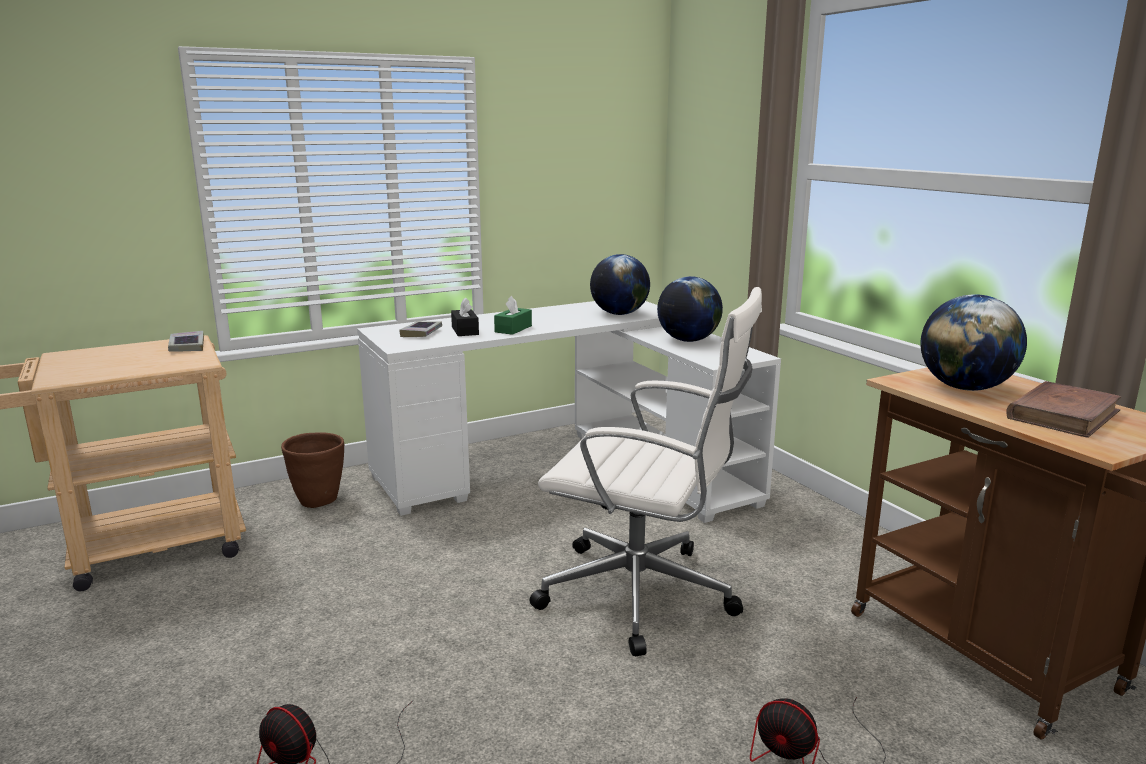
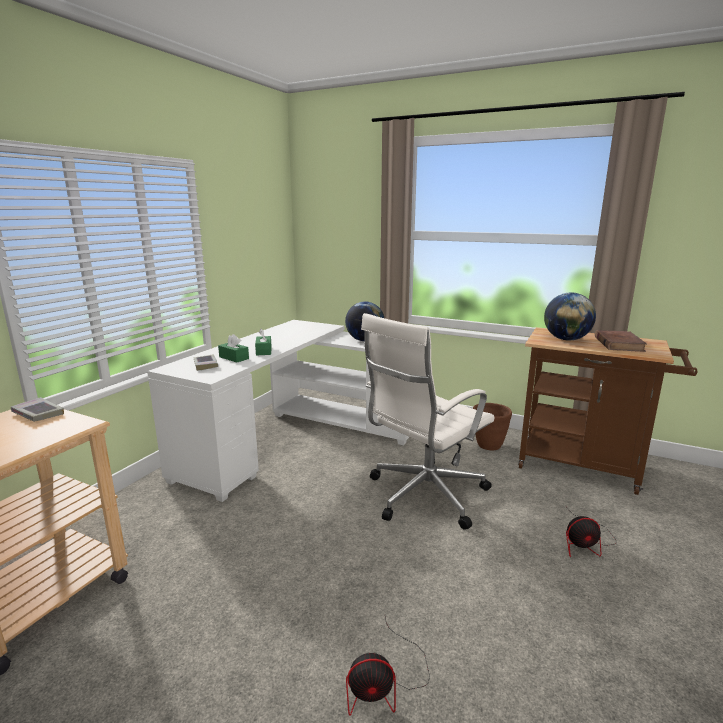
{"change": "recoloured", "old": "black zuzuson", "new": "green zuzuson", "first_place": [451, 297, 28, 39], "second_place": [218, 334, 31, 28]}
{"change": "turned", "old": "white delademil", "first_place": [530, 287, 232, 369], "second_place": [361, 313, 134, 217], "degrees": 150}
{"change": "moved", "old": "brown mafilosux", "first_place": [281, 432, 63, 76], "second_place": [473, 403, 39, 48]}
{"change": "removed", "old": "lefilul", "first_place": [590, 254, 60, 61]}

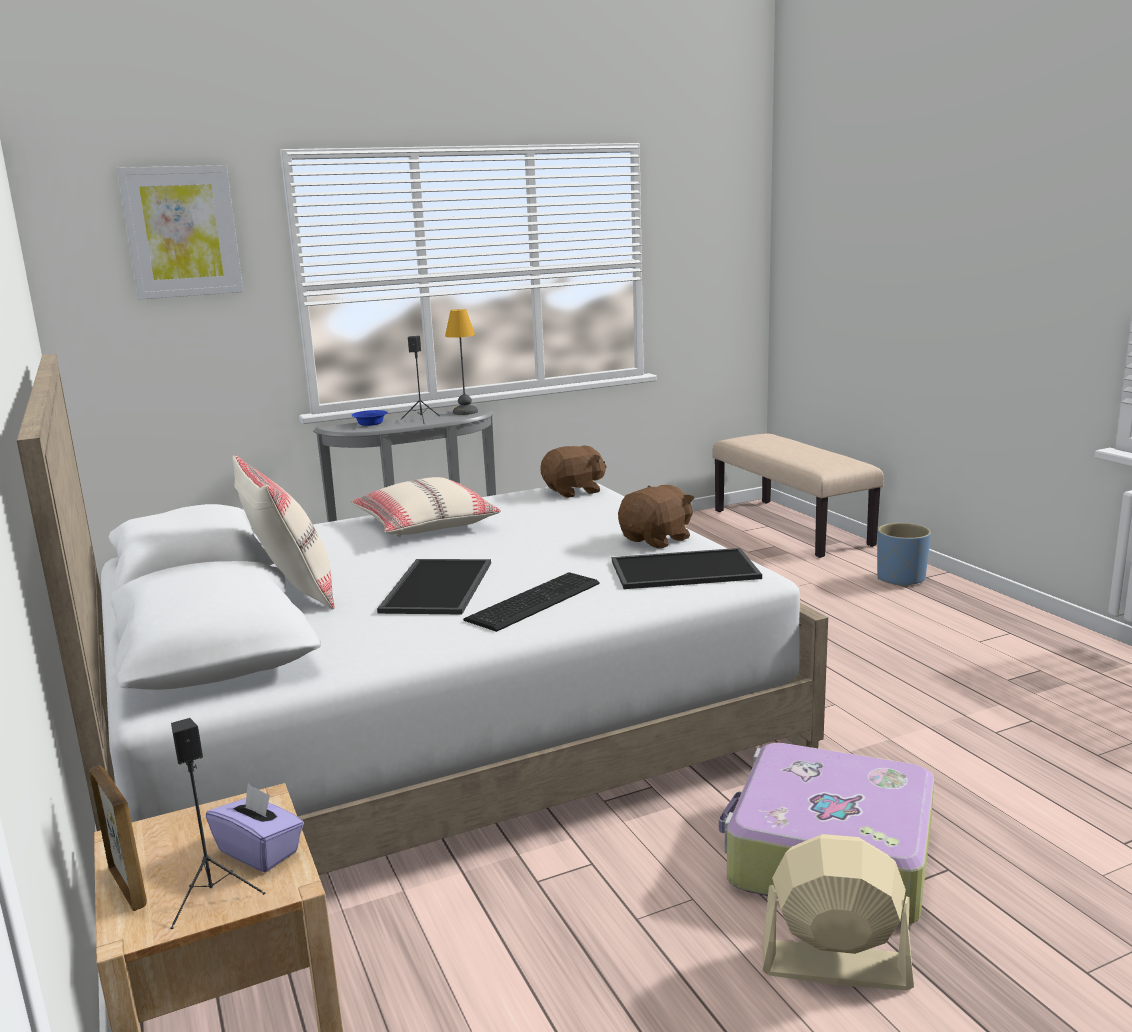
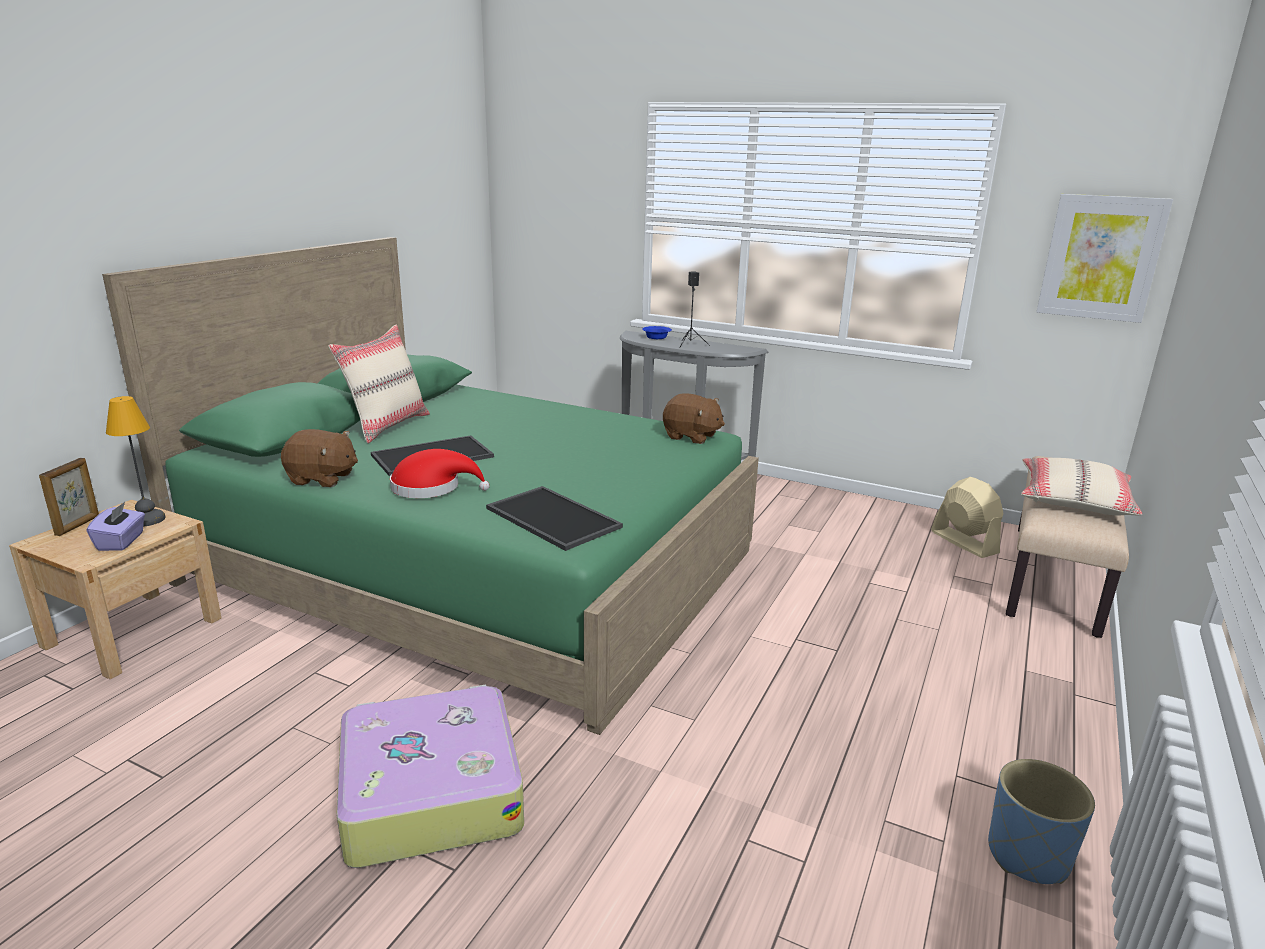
{"change": "recoloured", "old": "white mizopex", "new": "green mizopex", "first_place": [17, 354, 811, 521], "second_place": [102, 237, 657, 498]}
{"change": "moved", "old": "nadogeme", "first_place": [445, 309, 33, 106], "second_place": [106, 396, 60, 131]}
{"change": "moved", "old": "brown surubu", "first_place": [618, 485, 77, 63], "second_place": [281, 429, 77, 58]}
{"change": "replaced", "old": "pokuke", "new": "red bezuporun", "first_place": [463, 572, 137, 60], "second_place": [390, 449, 100, 49]}
{"change": "moved", "old": "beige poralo", "first_place": [763, 834, 151, 156], "second_place": [931, 477, 73, 81]}
{"change": "moved", "old": "blue mafilosux", "first_place": [877, 523, 54, 64], "second_place": [988, 759, 107, 125]}
{"change": "moved", "old": "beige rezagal", "first_place": [351, 477, 150, 61], "second_place": [1021, 458, 121, 58]}
{"change": "moved", "old": "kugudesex", "first_place": [117, 165, 126, 135], "second_place": [1037, 194, 136, 129]}
{"change": "removed", "old": "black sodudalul", "first_place": [170, 718, 96, 211]}

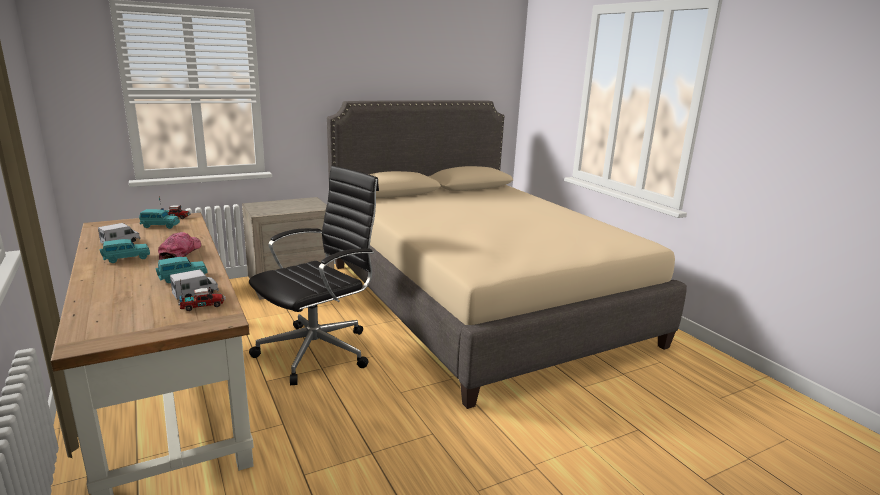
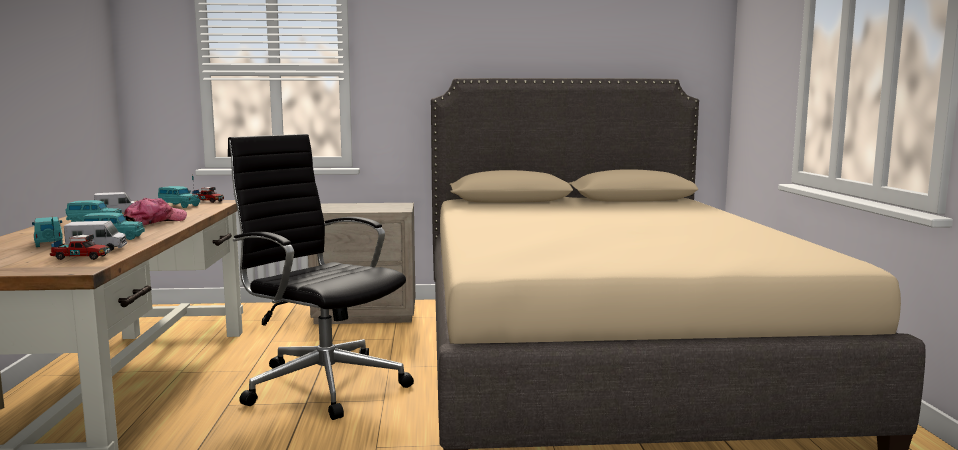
{"change": "added", "new": "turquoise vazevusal", "second_place": [32, 217, 31, 30]}
{"change": "turned", "old": "black delademil", "first_place": [249, 165, 130, 220], "second_place": [228, 134, 186, 286], "degrees": -120}

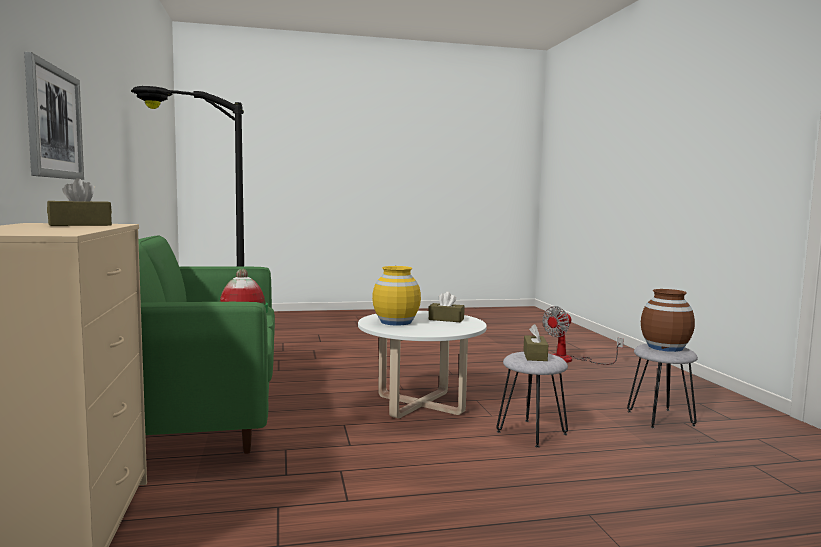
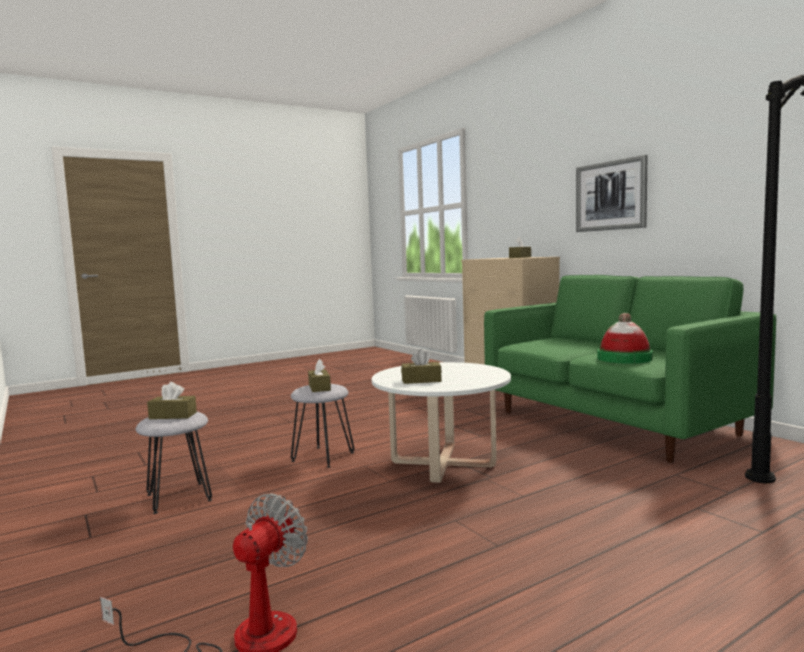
{"change": "replaced", "old": "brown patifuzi", "new": "brown zuzuson", "first_place": [641, 289, 54, 63], "second_place": [147, 382, 50, 37]}
{"change": "removed", "old": "yellow patifuzi", "first_place": [372, 266, 49, 60]}

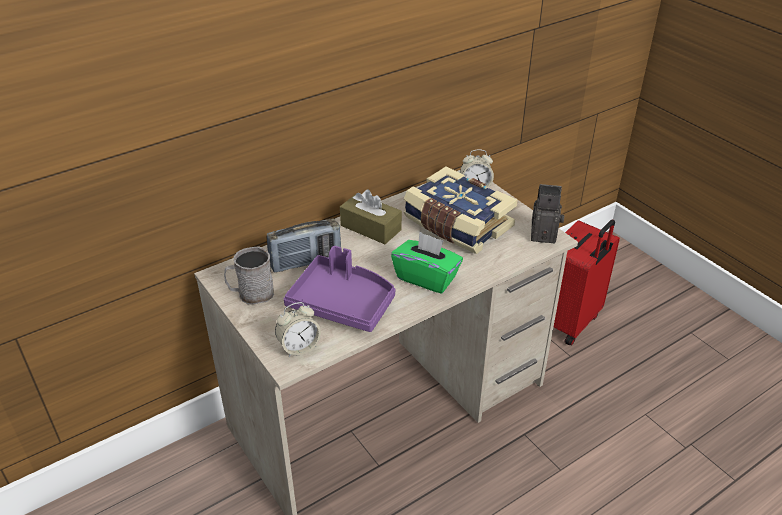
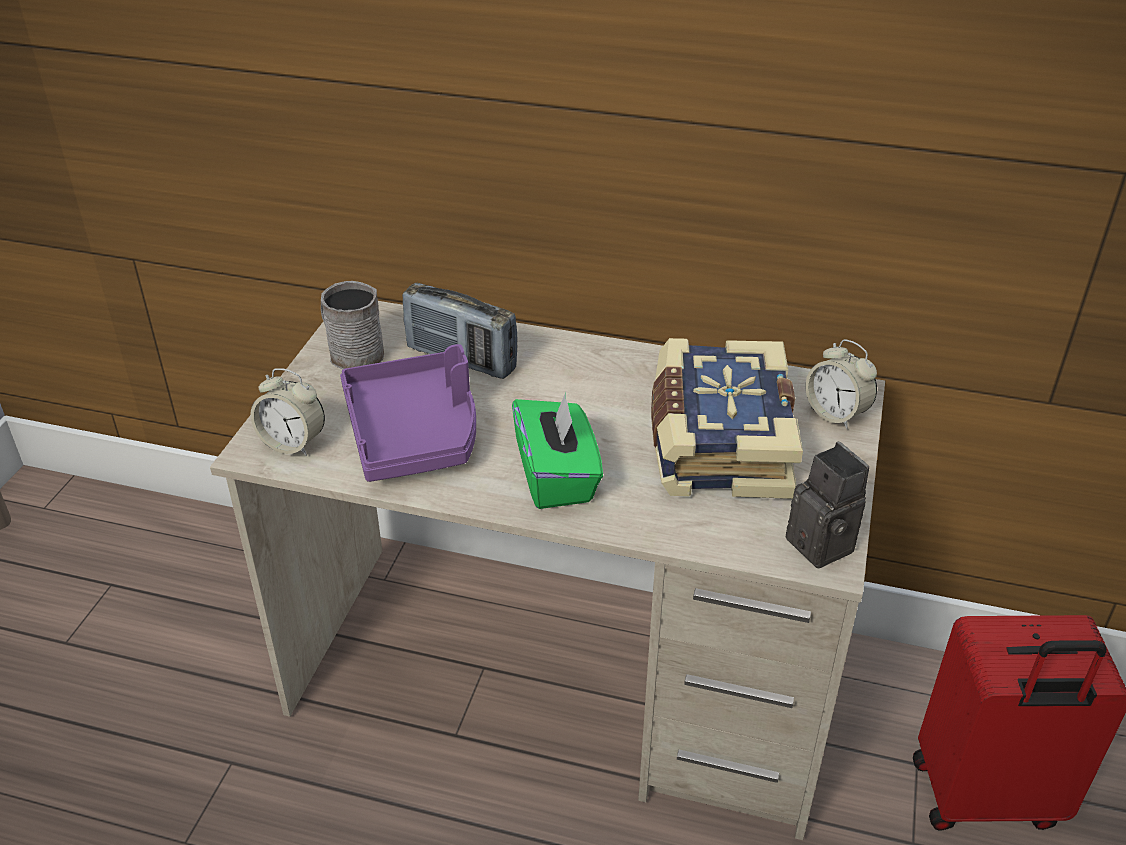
{"change": "removed", "old": "brown zuzuson", "first_place": [340, 190, 62, 54]}

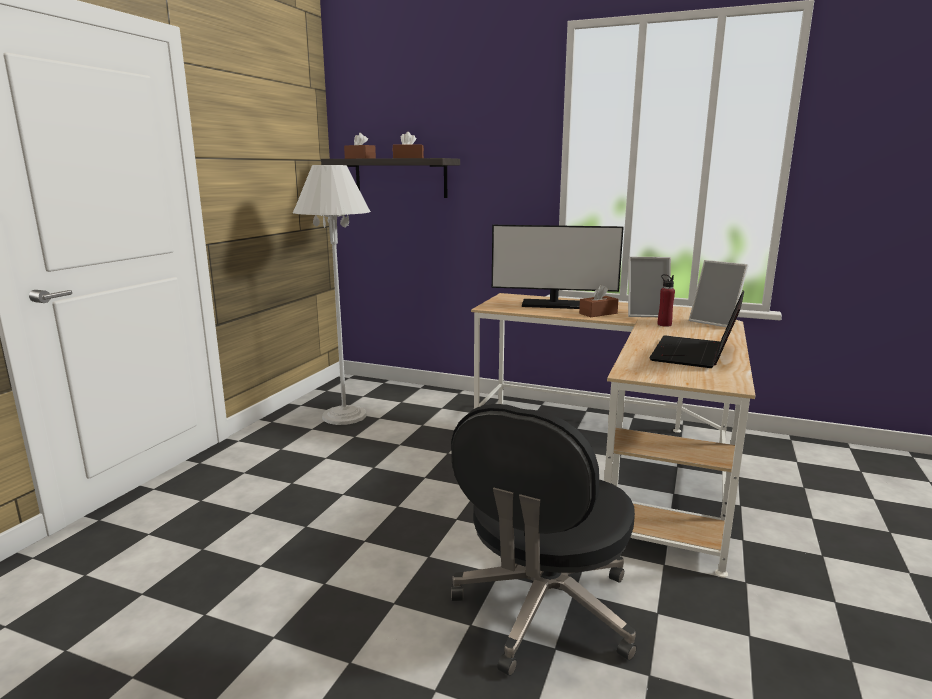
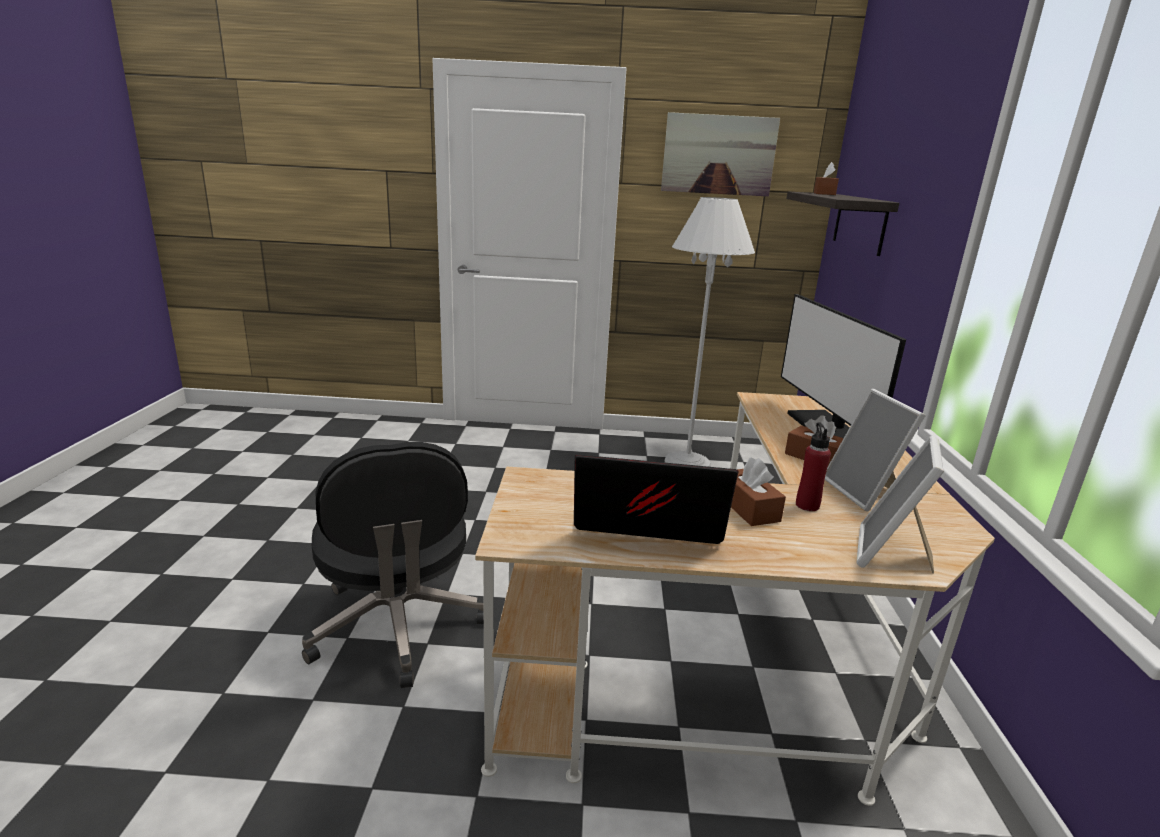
{"change": "turned", "old": "black delademil", "first_place": [451, 404, 186, 272], "second_place": [302, 442, 182, 246], "degrees": -120}
{"change": "added", "new": "kugudesex", "second_place": [661, 112, 119, 85]}
{"change": "moved", "old": "brown zuzuson", "first_place": [393, 132, 31, 26], "second_place": [731, 457, 55, 69]}

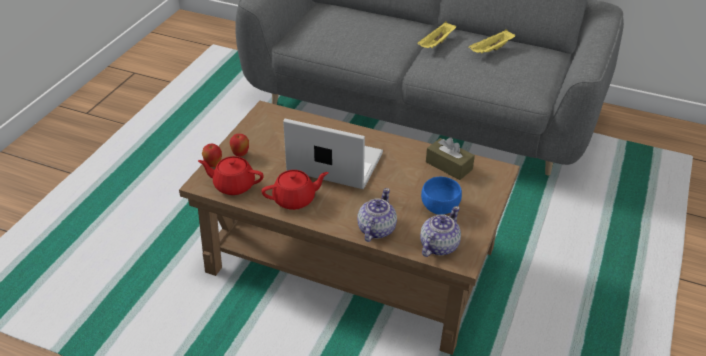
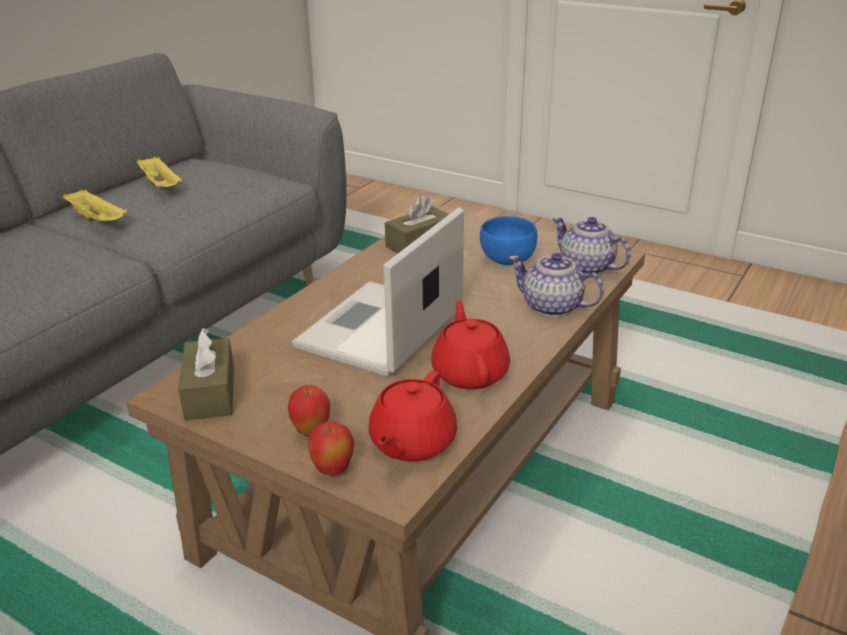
{"change": "added", "new": "brown zuzuson", "second_place": [178, 328, 56, 92]}

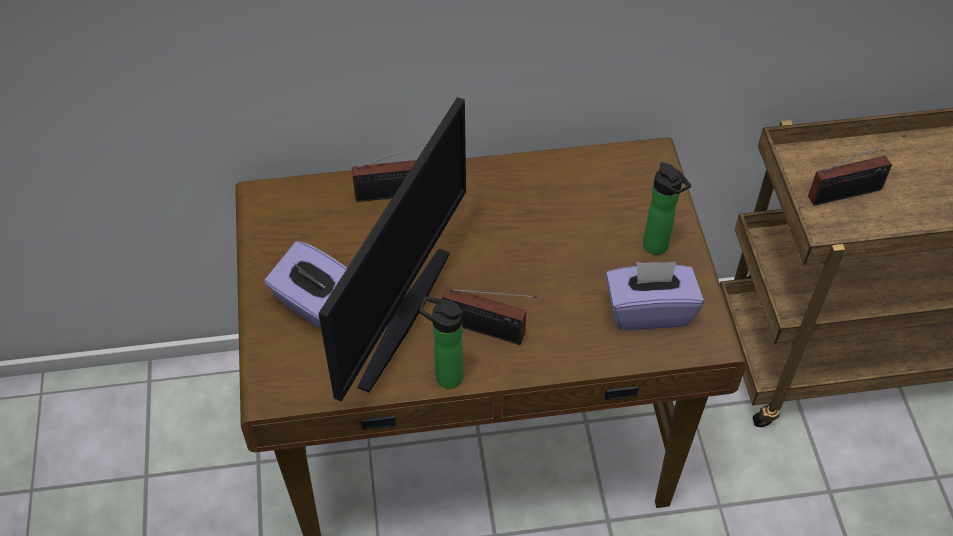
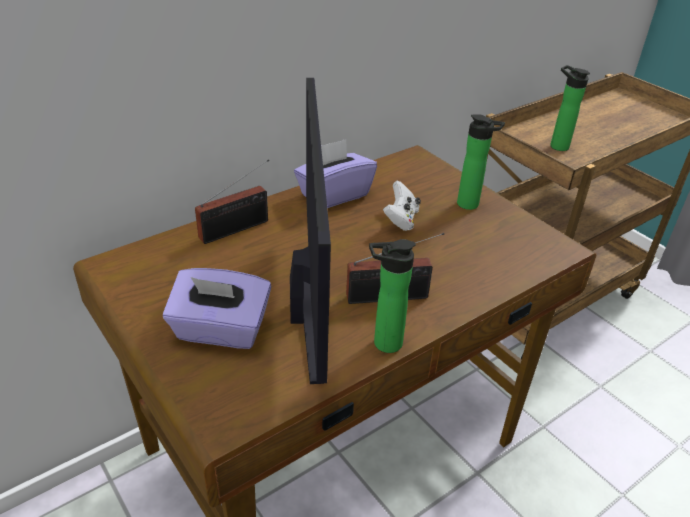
{"change": "moved", "old": "purple zuzuson", "first_place": [606, 262, 98, 68], "second_place": [294, 139, 83, 69]}
{"change": "added", "new": "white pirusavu", "second_place": [383, 181, 38, 50]}
{"change": "replaced", "old": "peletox", "new": "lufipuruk", "first_place": [808, 135, 97, 71], "second_place": [550, 65, 40, 86]}

